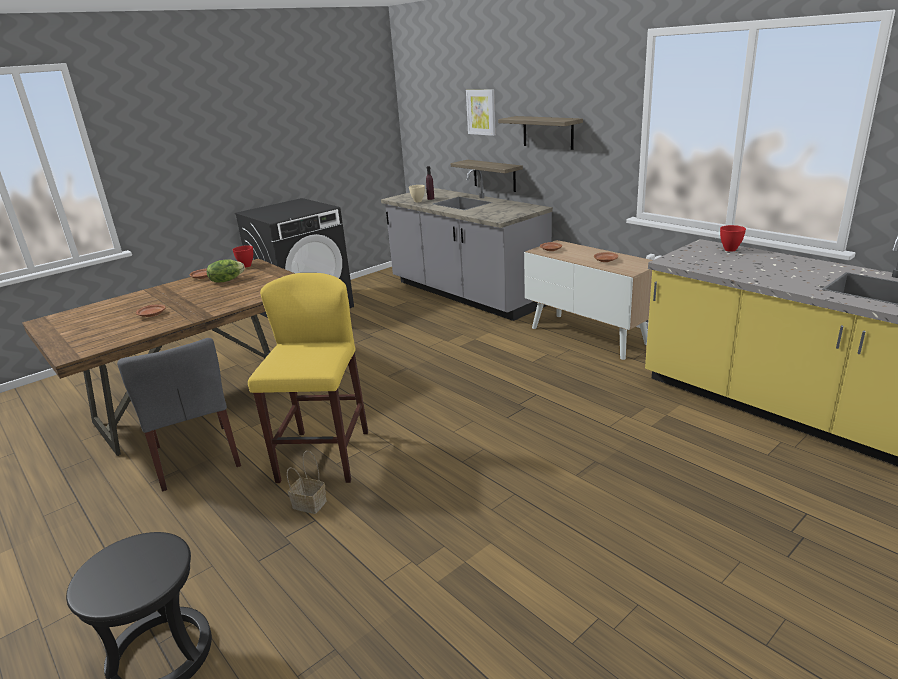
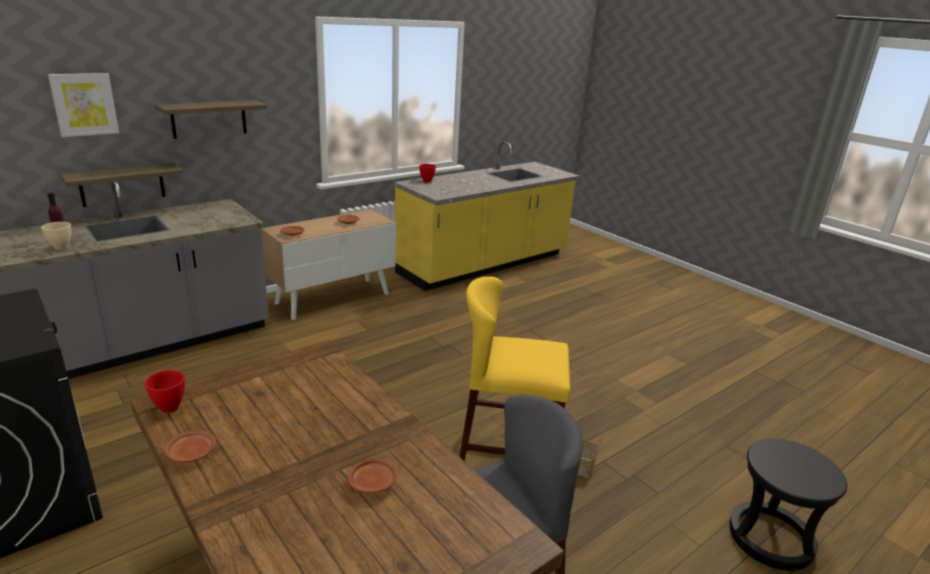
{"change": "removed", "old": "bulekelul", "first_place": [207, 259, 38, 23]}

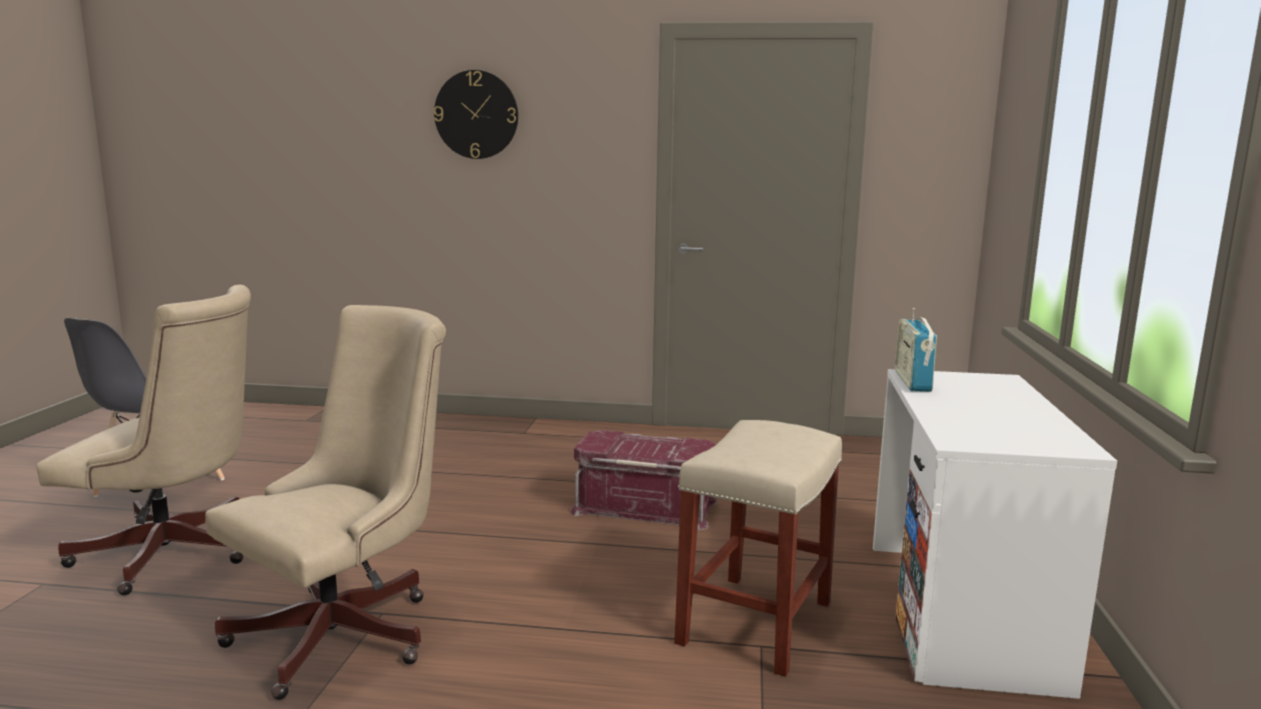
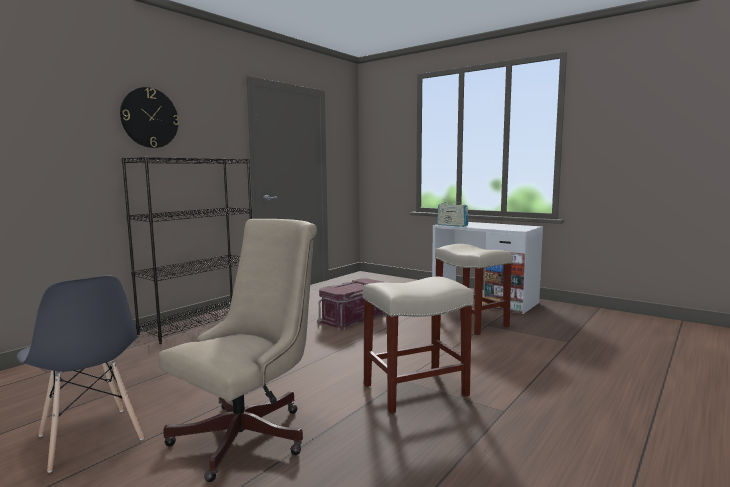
{"change": "added", "new": "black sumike", "second_place": [122, 157, 130, 187]}
{"change": "replaced", "old": "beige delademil", "new": "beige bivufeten", "first_place": [205, 305, 241, 395], "second_place": [363, 277, 111, 136]}

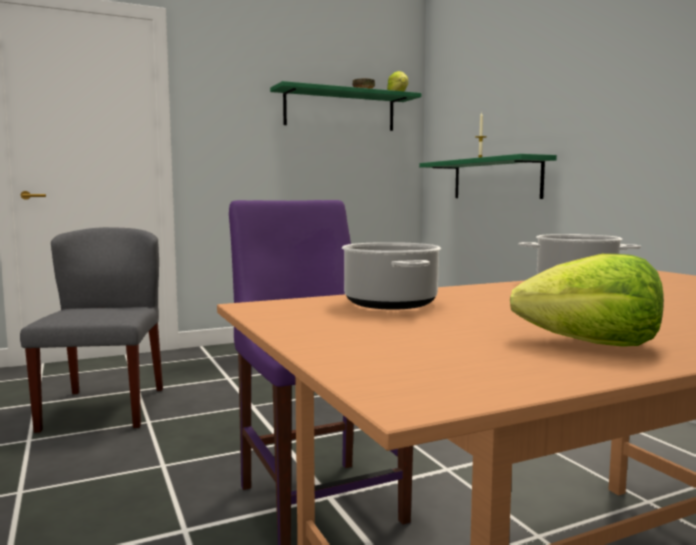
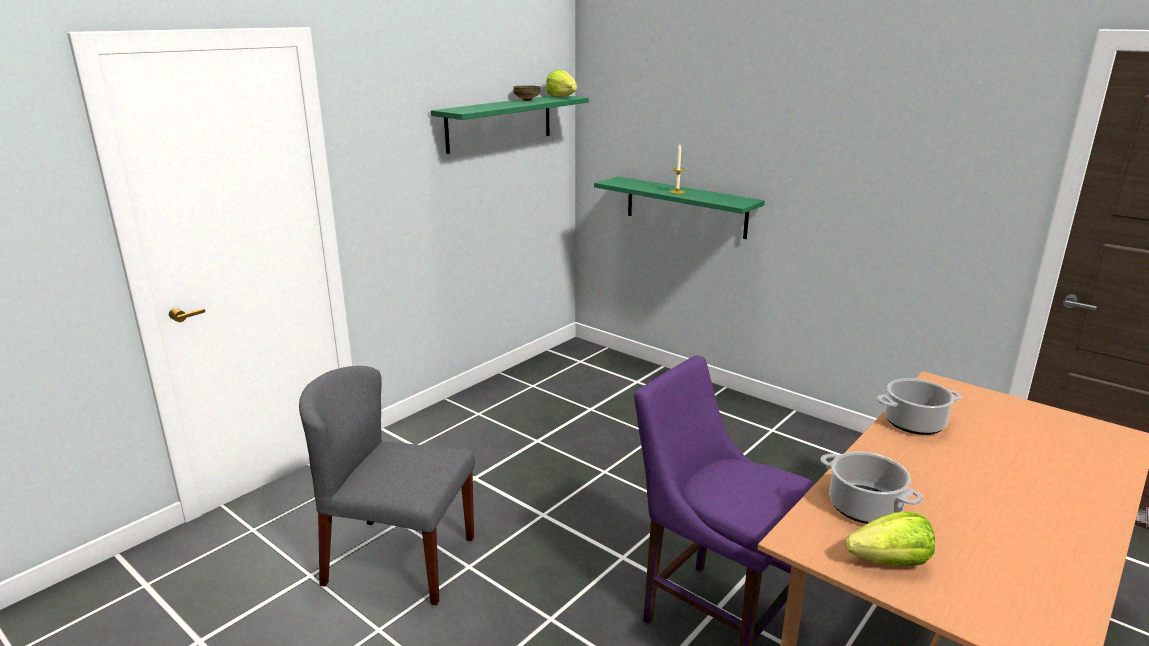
{"change": "turned", "old": "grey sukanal", "first_place": [20, 227, 143, 206], "second_place": [299, 366, 176, 239], "degrees": -45}
{"change": "moved", "old": "bulekelul", "first_place": [510, 254, 154, 93], "second_place": [846, 512, 89, 54]}

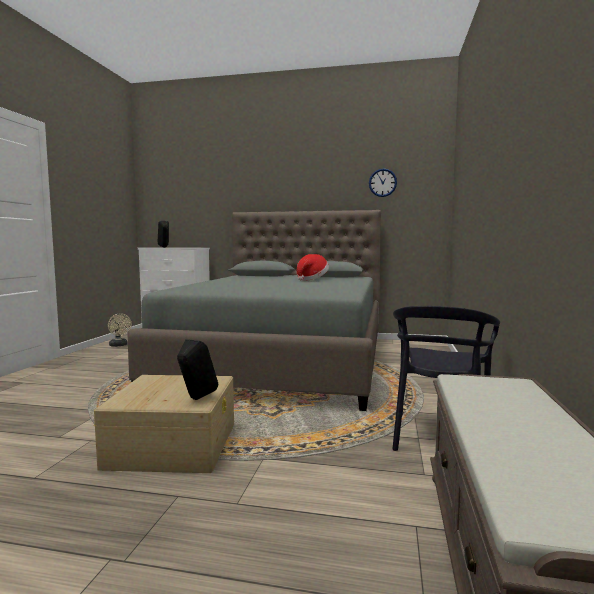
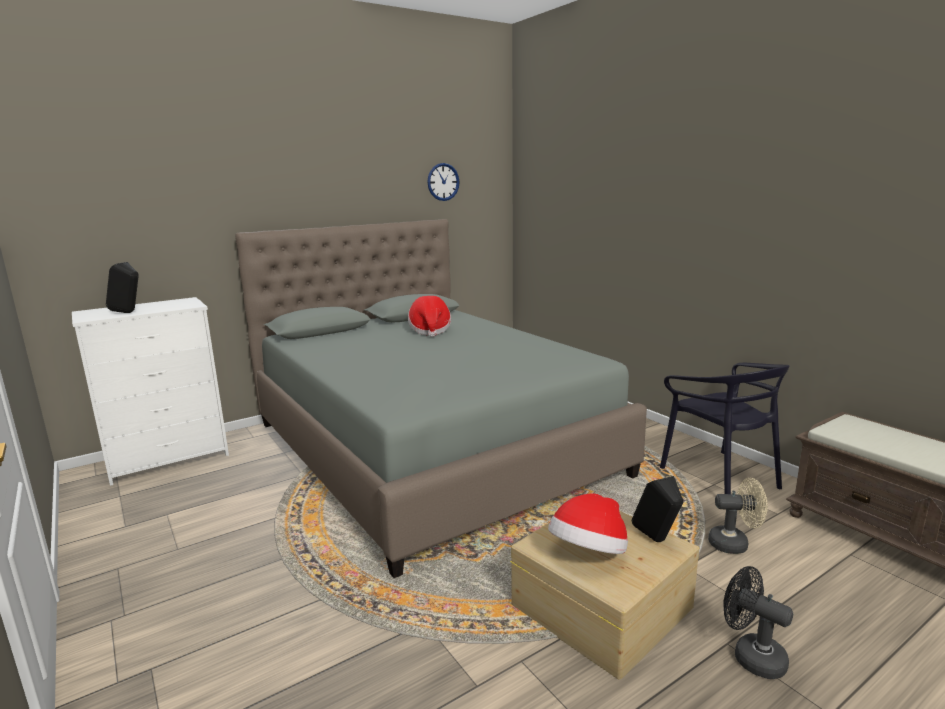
{"change": "added", "new": "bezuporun", "second_place": [548, 494, 80, 60]}
{"change": "moved", "old": "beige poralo", "first_place": [108, 313, 24, 34], "second_place": [708, 478, 60, 76]}
{"change": "added", "new": "black poralo", "second_place": [723, 566, 70, 113]}

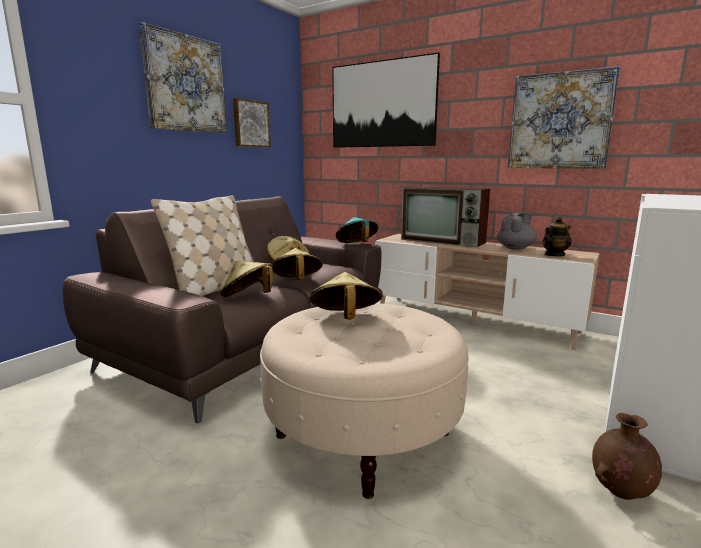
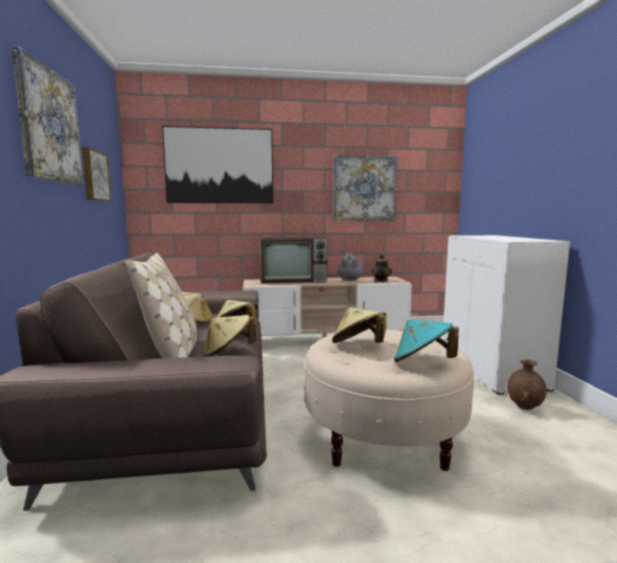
{"change": "moved", "old": "turquoise bezuporun", "first_place": [336, 217, 42, 26], "second_place": [394, 320, 65, 42]}

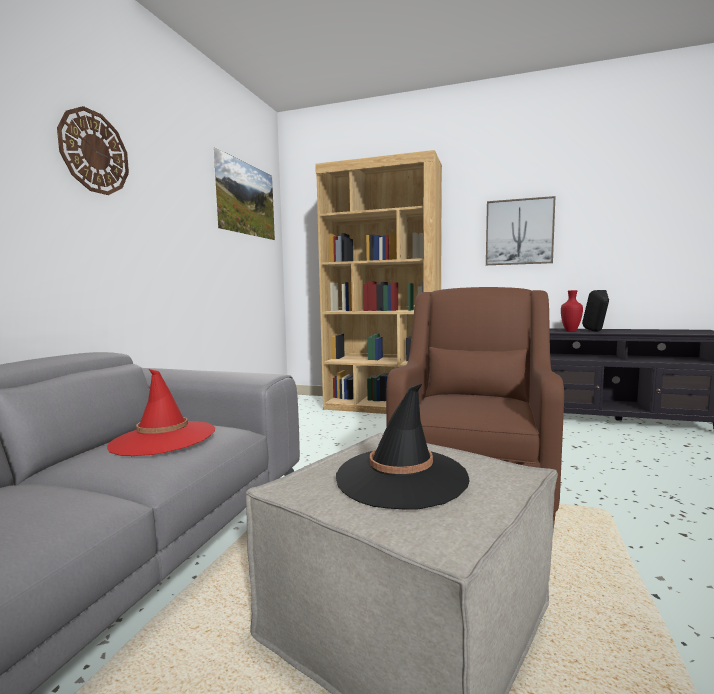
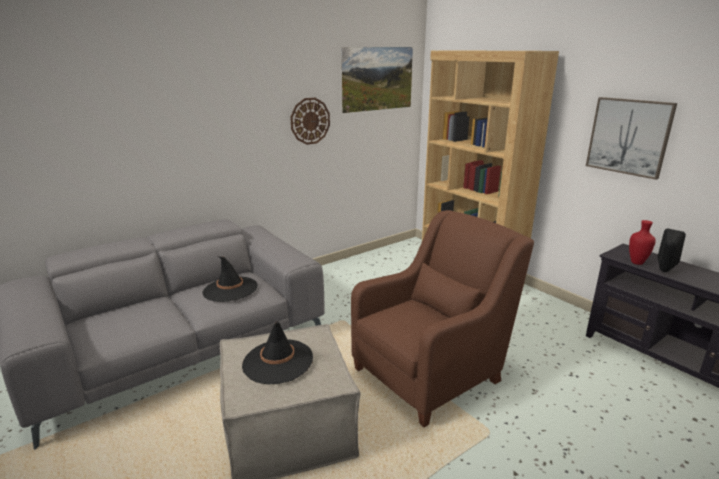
{"change": "recoloured", "old": "red bezuporun", "new": "black bezuporun", "first_place": [107, 369, 108, 87], "second_place": [203, 256, 55, 46]}
{"change": "moved", "old": "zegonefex", "first_place": [57, 106, 72, 89], "second_place": [290, 98, 40, 47]}

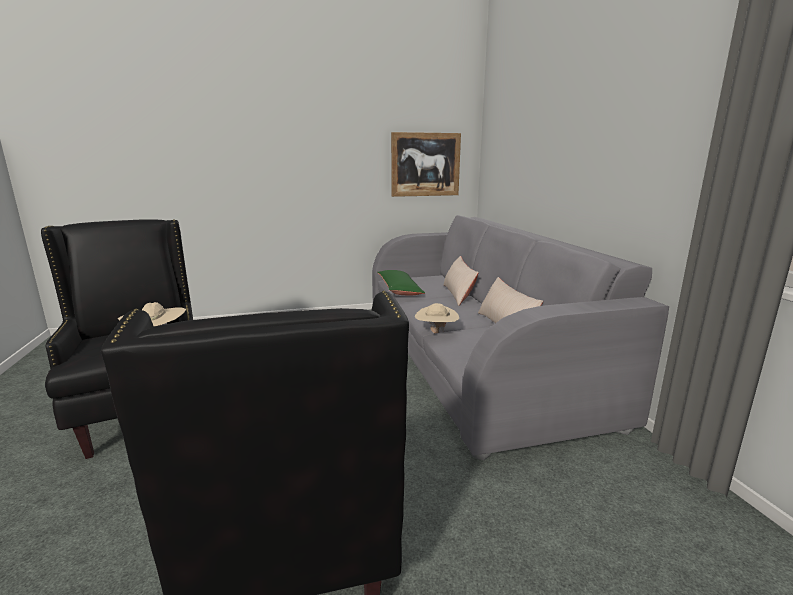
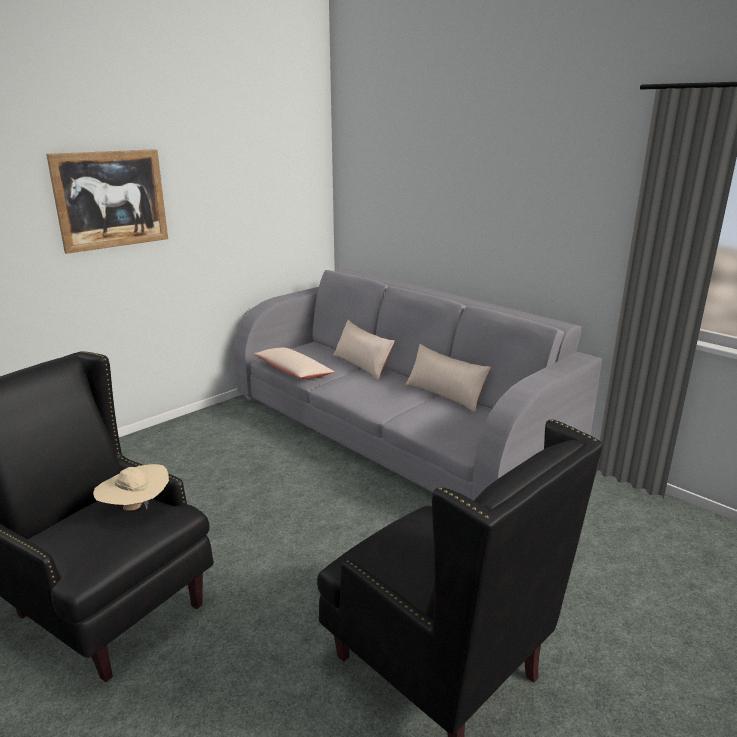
{"change": "moved", "old": "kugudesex", "first_place": [391, 132, 70, 65], "second_place": [46, 149, 122, 105]}
{"change": "recoloured", "old": "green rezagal", "new": "beige rezagal", "first_place": [377, 270, 48, 25], "second_place": [254, 347, 80, 33]}
{"change": "removed", "old": "beige bezuporun", "first_place": [415, 303, 44, 31]}

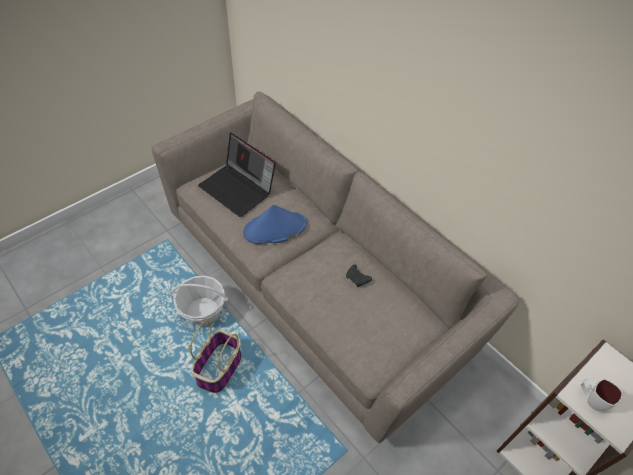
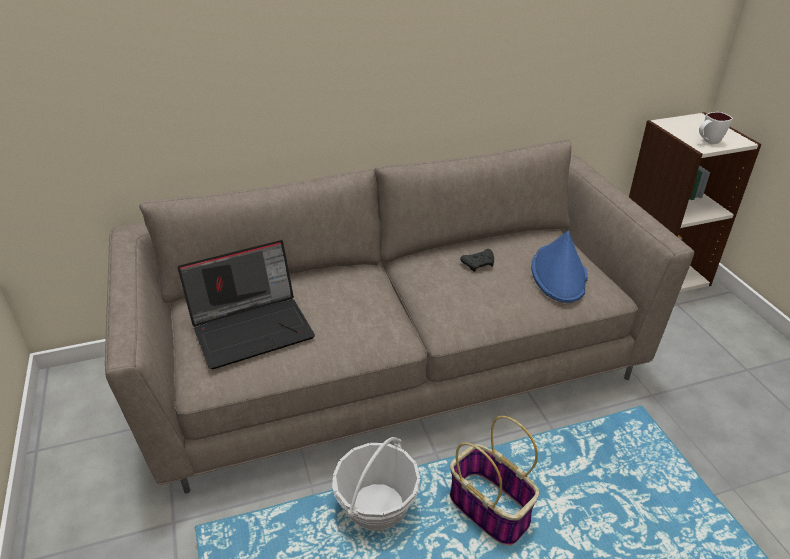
{"change": "moved", "old": "blue bezuporun", "first_place": [243, 205, 64, 39], "second_place": [531, 231, 57, 72]}

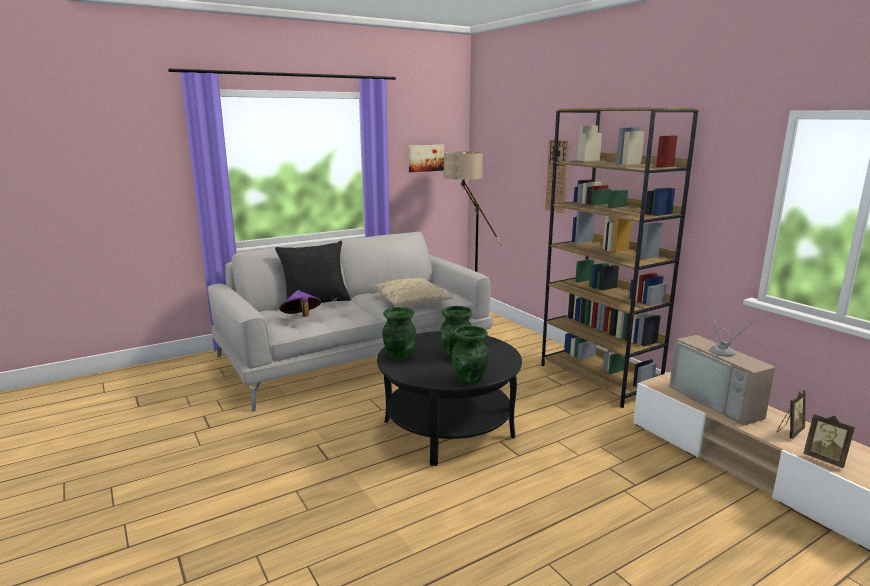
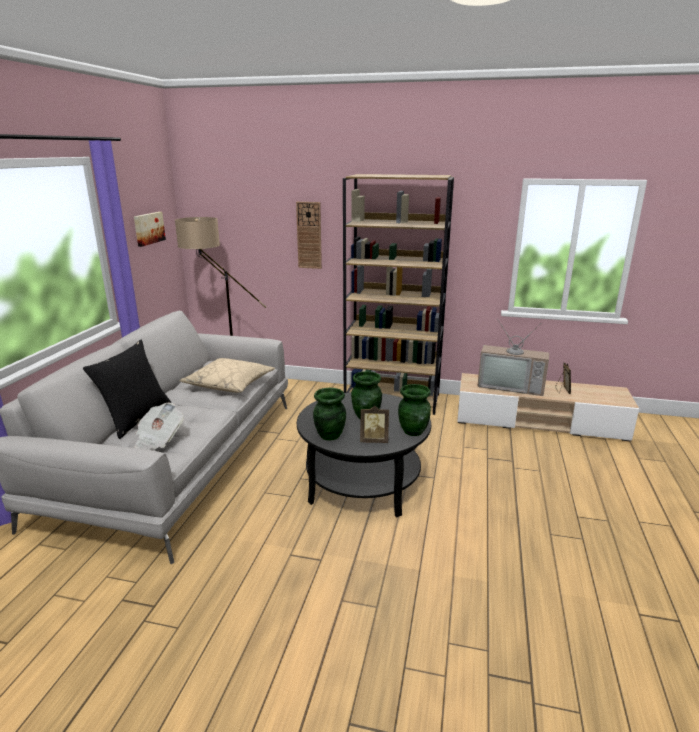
{"change": "replaced", "old": "purple bezuporun", "new": "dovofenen", "first_place": [279, 290, 42, 27], "second_place": [134, 403, 50, 46]}
{"change": "moved", "old": "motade", "first_place": [804, 414, 51, 54], "second_place": [360, 406, 29, 37]}

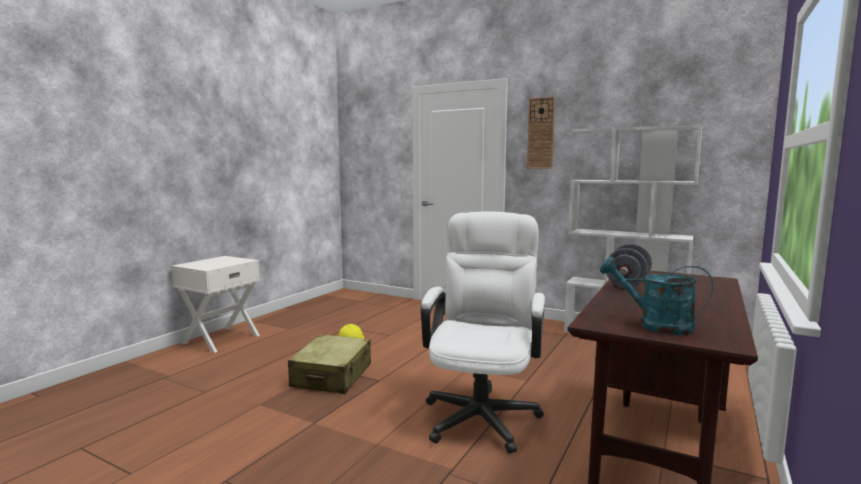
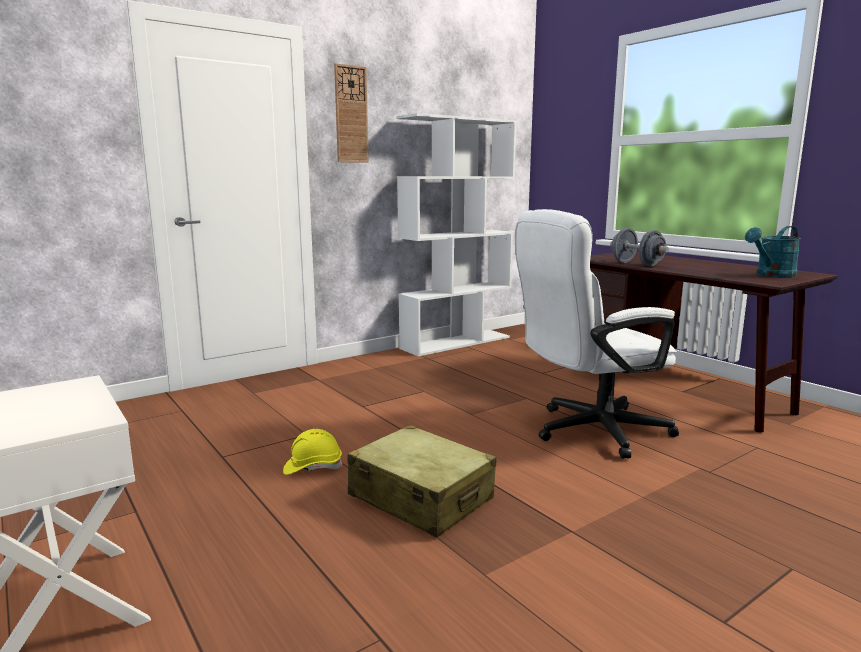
{"change": "turned", "old": "white delademil", "first_place": [421, 211, 124, 243], "second_place": [515, 209, 164, 250], "degrees": -60}

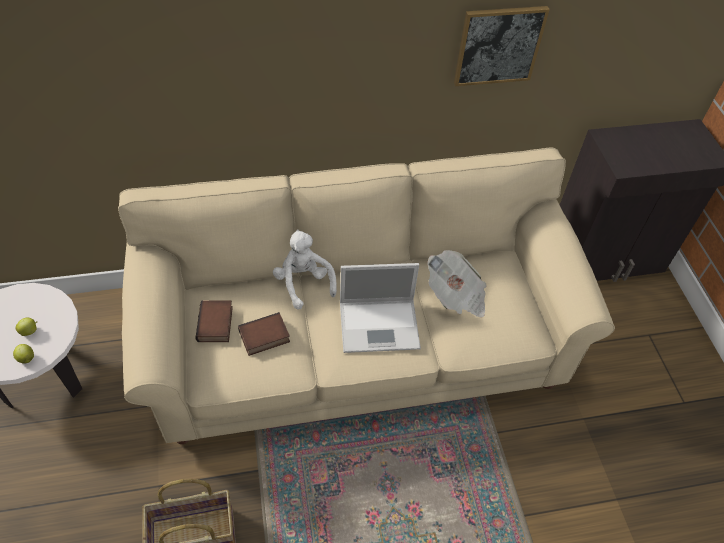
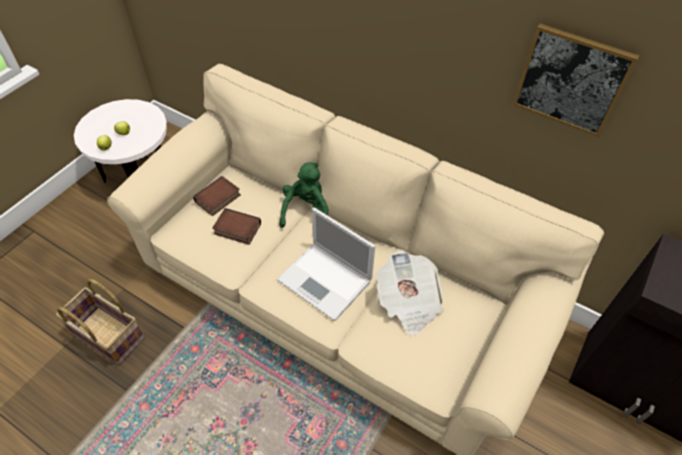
{"change": "recoloured", "old": "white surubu", "new": "green surubu", "first_place": [273, 229, 64, 81], "second_place": [279, 162, 50, 66]}

